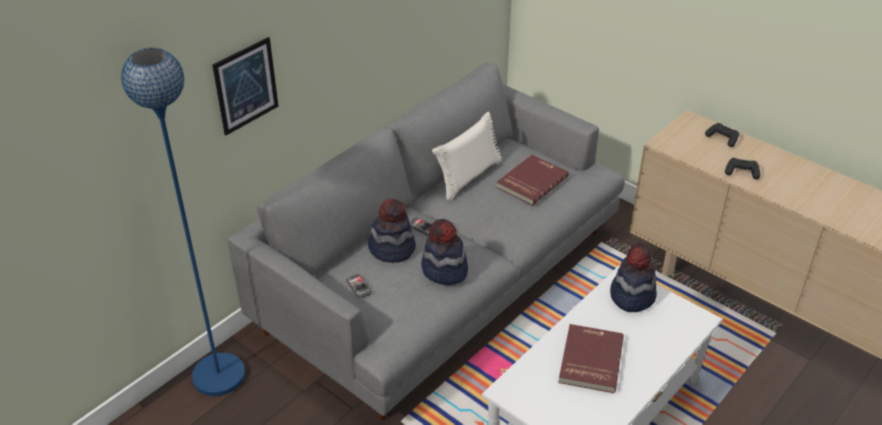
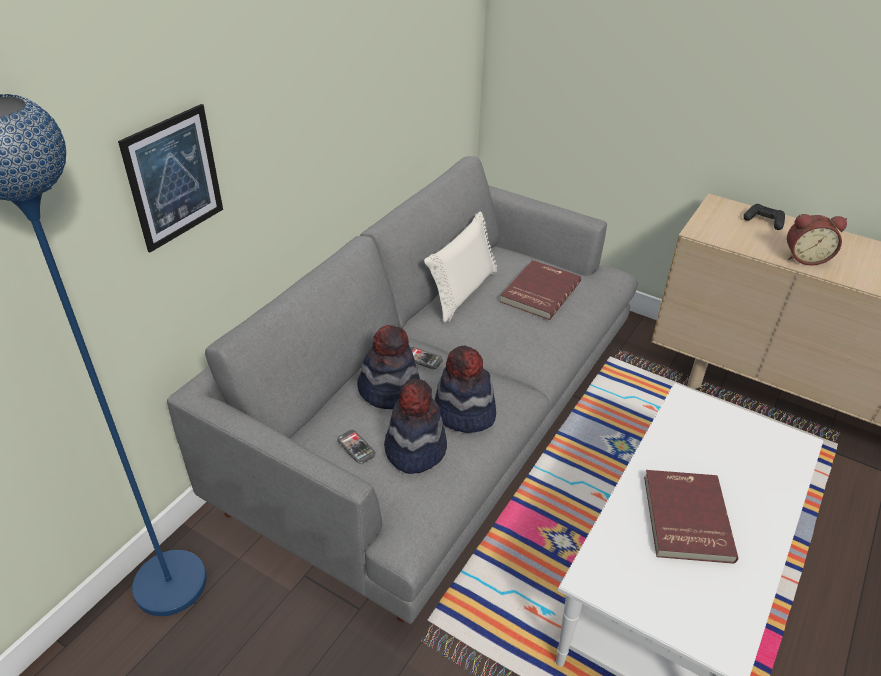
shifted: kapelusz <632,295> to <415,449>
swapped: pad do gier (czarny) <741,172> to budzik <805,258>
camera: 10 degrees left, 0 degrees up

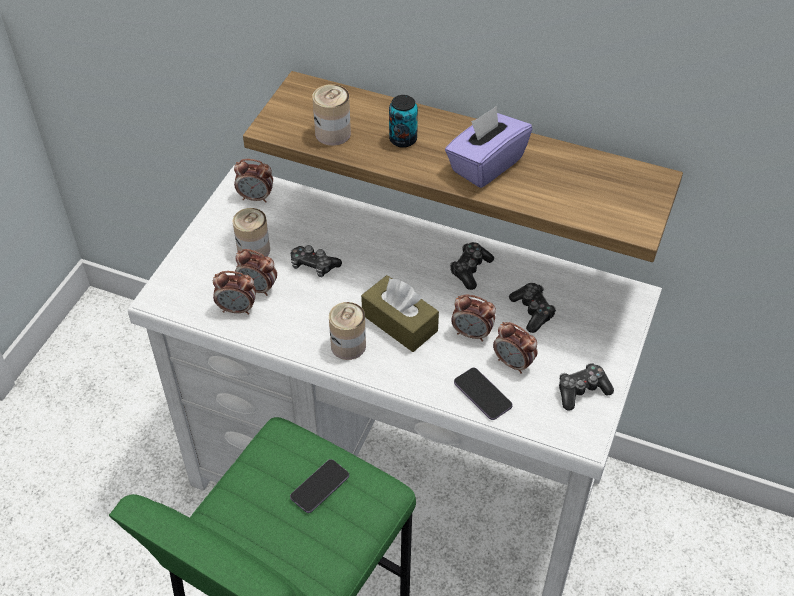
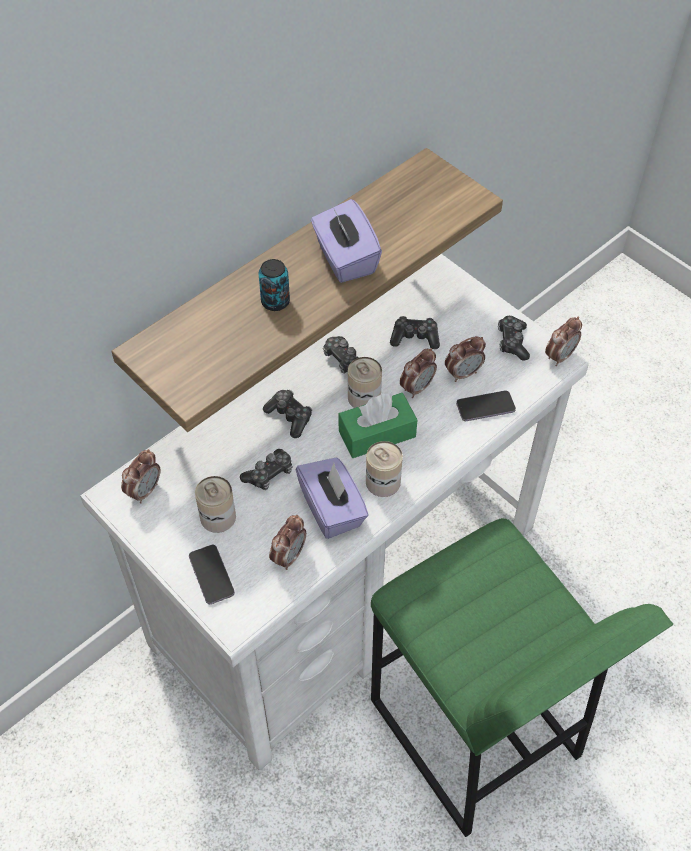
new: pad do gier <289,417>; pudełko chusteczek (fioletowy) <332,509>
shifted: budzik <258,288> to <559,356>; telefon <320,487> to <211,575>; puszka <333,133> to <364,397>
repainted: pudełko chusteczek (brązowy) <399,323> to pudełko chusteczek (zielony) <377,434>
camera: 65 degrees left, 5 degrees up

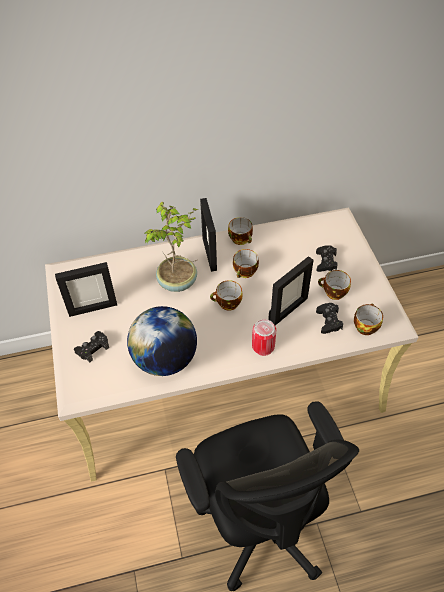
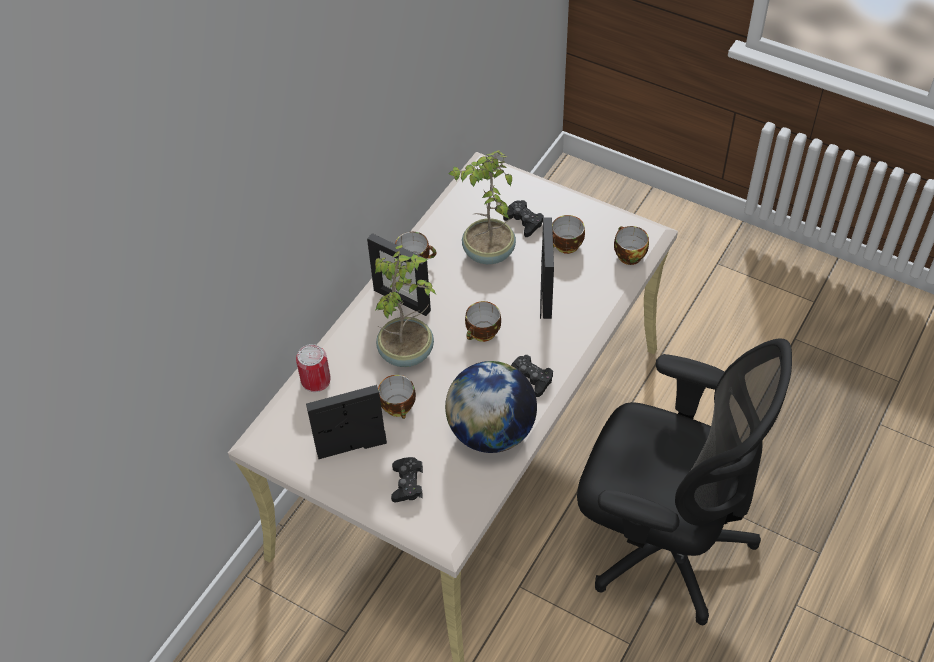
new: roślina doniczkowa <487,253>
shifted: filiżanka <245,272> to <399,407>; puszka <263,346> to <315,380>; pad do gier (czarny) <328,321> to <530,378>
rotated: ramka na zdjęcie <92,307> = <351,447> 135 degrees counterclockwise
camera: 45 degrees left, 0 degrees up

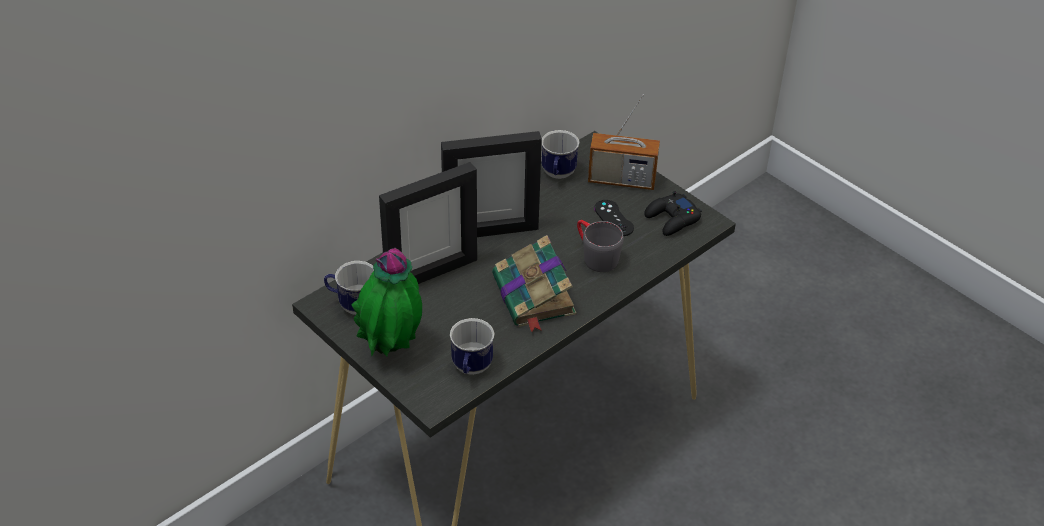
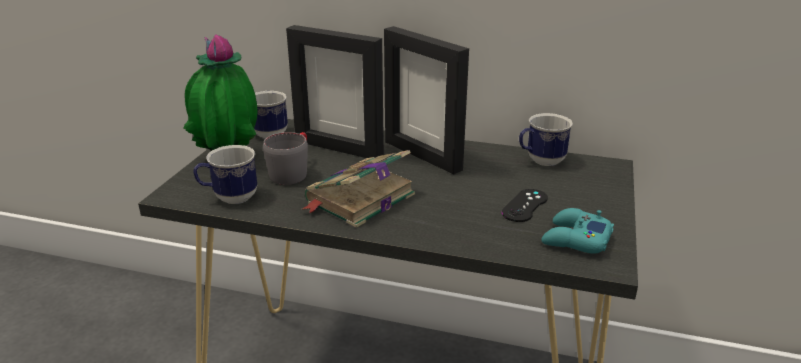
gone: radio <621,180>
shifted: kubek (szary) <595,256> to <292,172>
repainted: pad do gier (czarny) <672,219> to pad do gier (turkusowy) <575,239>
camera: 60 degrees right, 15 degrees down

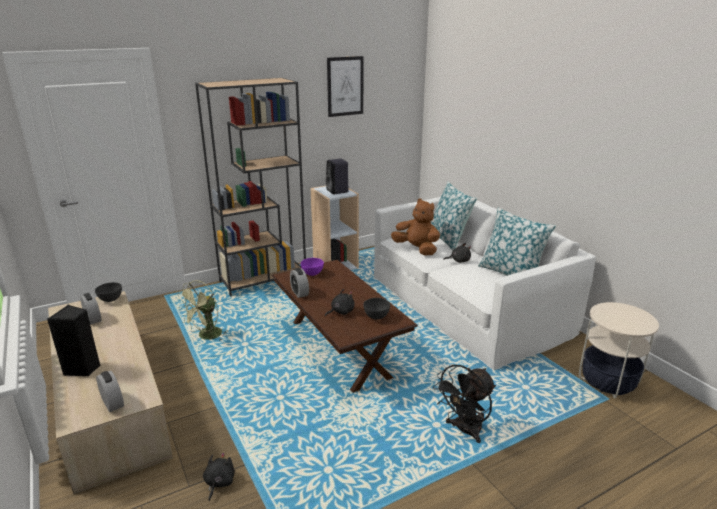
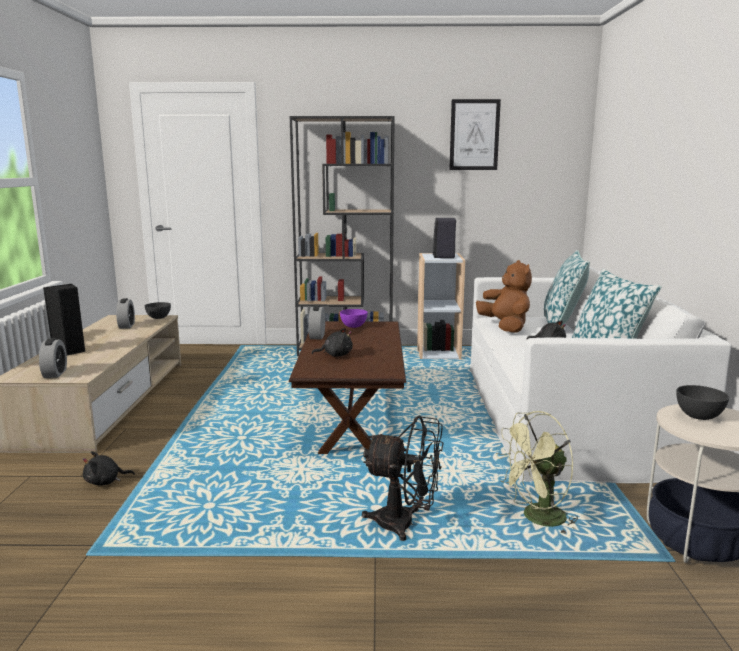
shifted: wentylator (zielony) <206,336> to <537,519>; miska (szary) <376,316> to <699,416>
rotated: pluszak (czarny) <219,483> = <105,482> 150 degrees counterclockwise; wentylator (czarny) <464,431> = <405,524> 150 degrees counterclockwise
camera: 30 degrees right, 10 degrees down

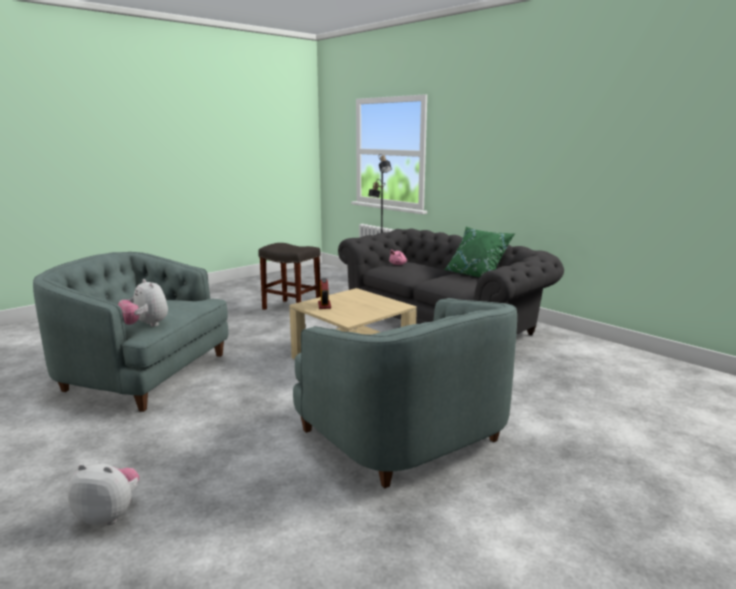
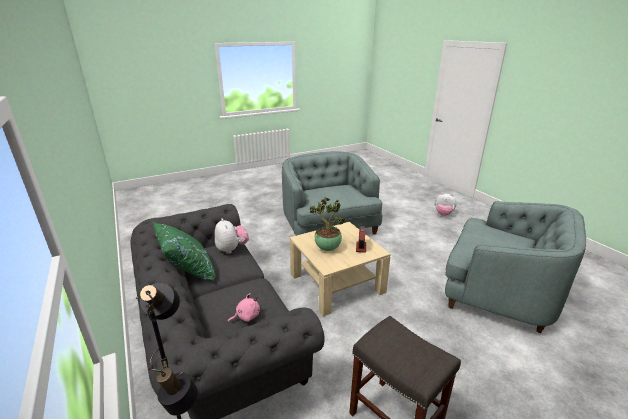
new: roślina doniczkowa <327,248>
shifted: pluszak <146,325> to <232,249>
camera: 165 degrees left, 10 degrees up

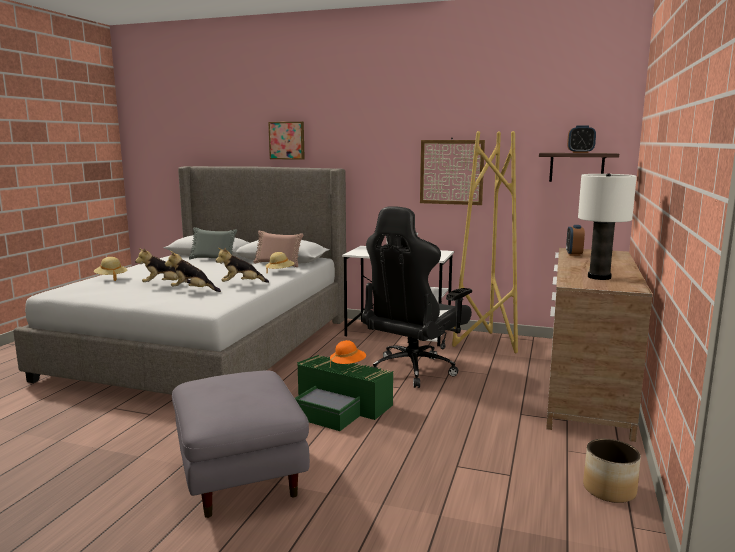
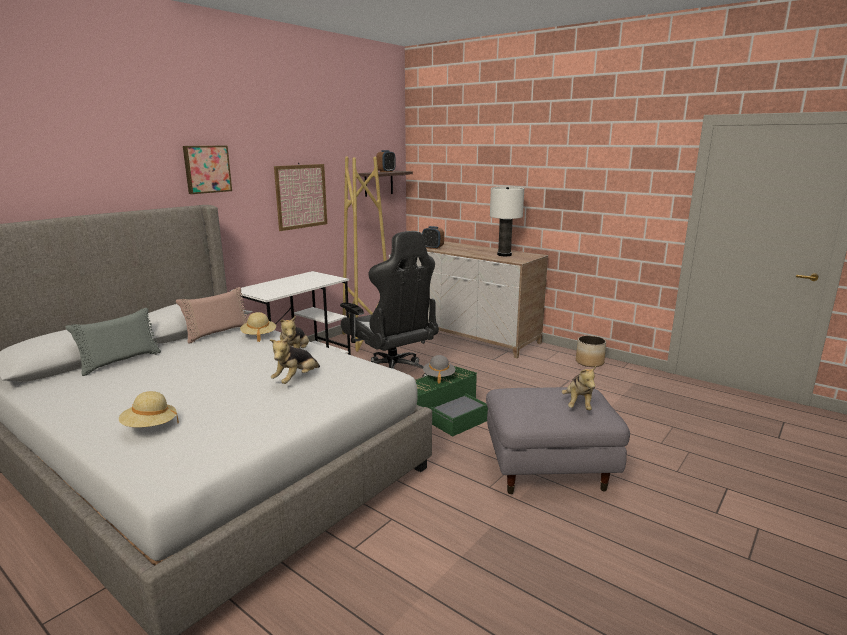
shifted: pluszak <163,285> to <578,405>; obraz <287,140> to <206,169>
repainted: kapelusz (pomarańczowy) <348,365> to kapelusz (szary) <438,376>
camera: 70 degrees left, 5 degrees up

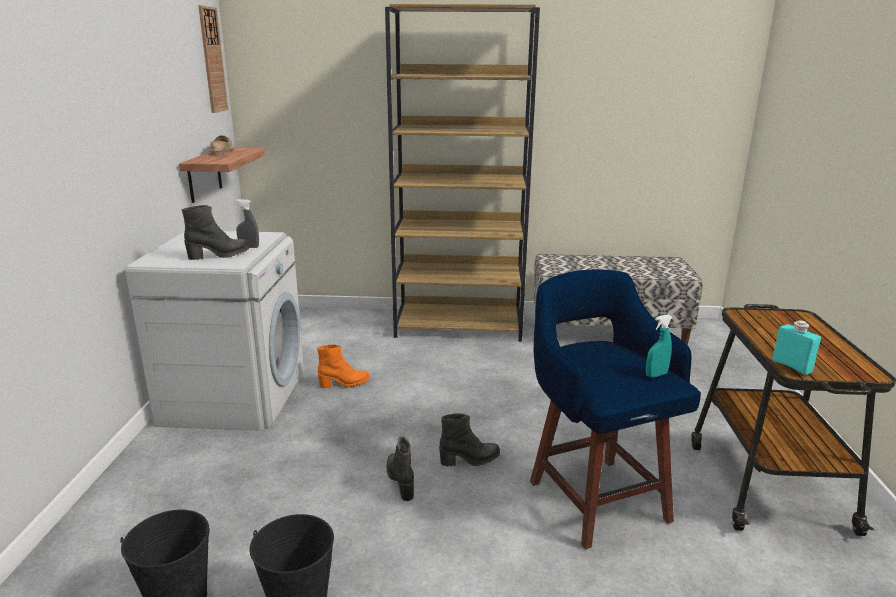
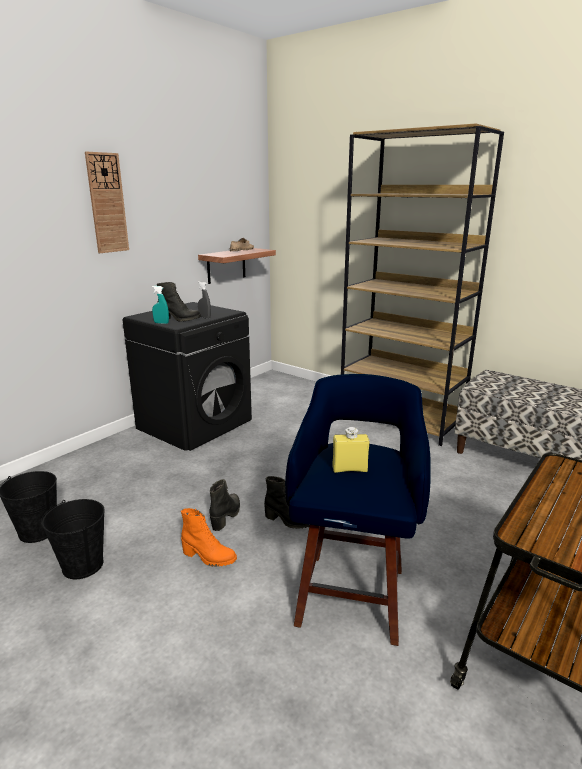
gone: butelka (turkusowy) <791,366>
new: butelka (żółty) <349,469>
shifted: zegar ścienny <212,60> to <107,203>; but z cholewką (pomarańczowy) <344,384> to <208,557>; spryskiwacz (turkusowy) <656,375> to <161,323>
repainted: pralka (biały) <238,395> to pralka (czarny) <197,424>
camera: 35 degrees right, 0 degrees up

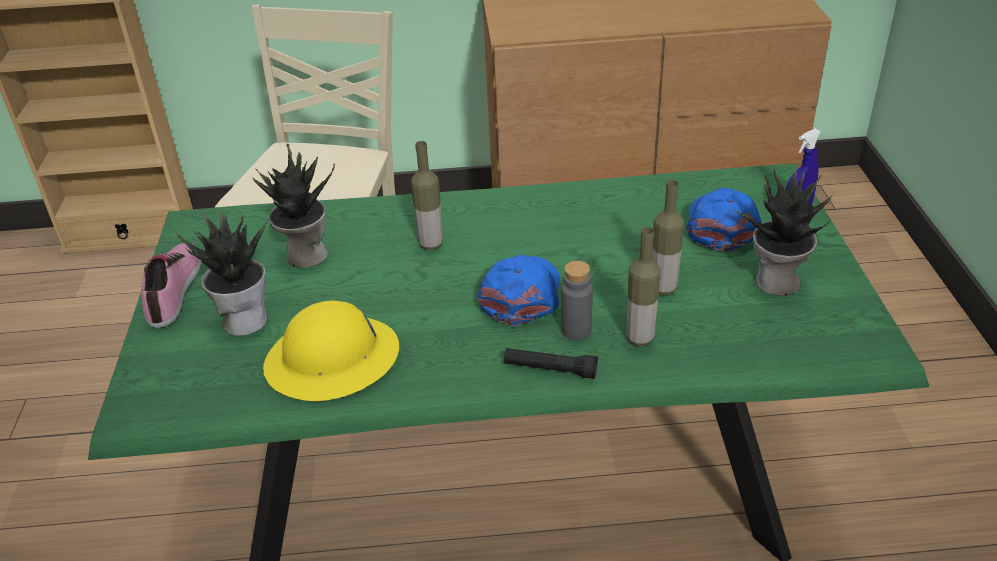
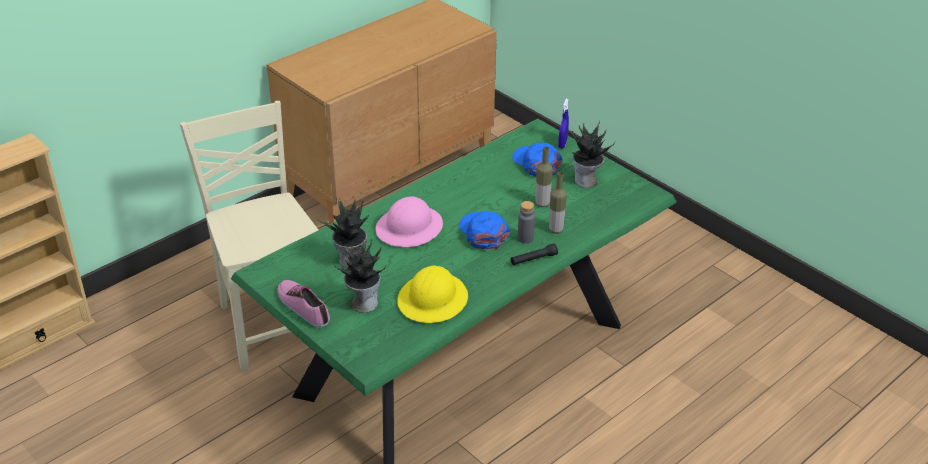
swapped: butelka <431,244> to kask (różowy) <409,228>
camera: 40 degrees left, 0 degrees up

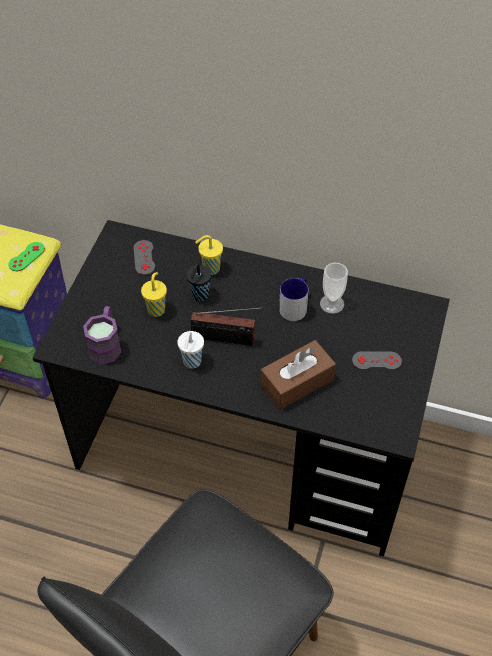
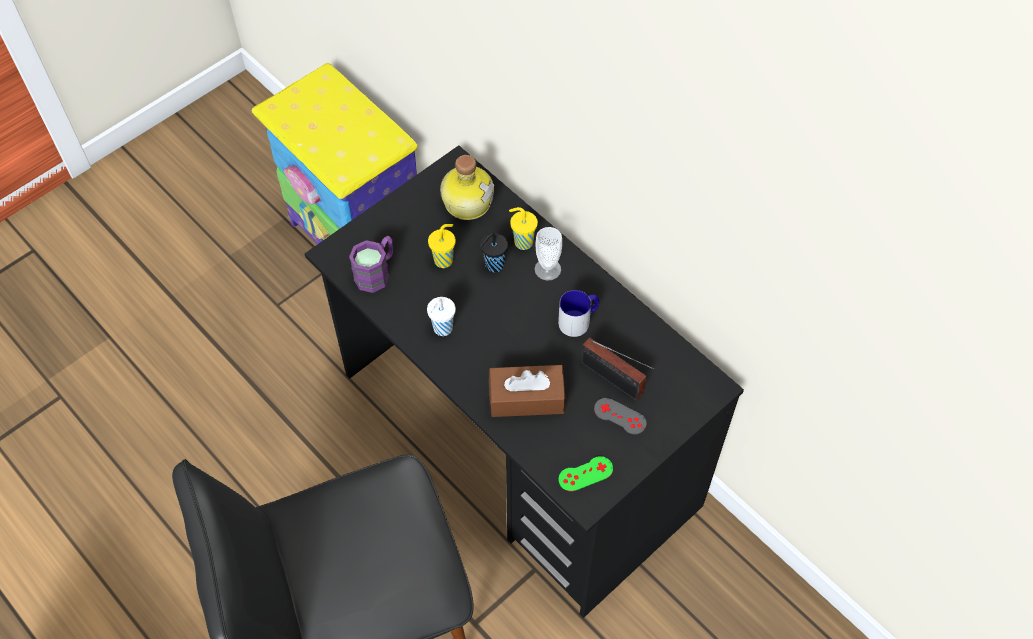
shifted: pad do gier (zielony) <26,257> to <585,474>; radio <227,340> to <614,380>; filiżanka <332,304> to <547,269>
swapped: pad do gier (szary) <144,257> to butelka <467,201>
camera: 30 degrees right, 5 degrees up

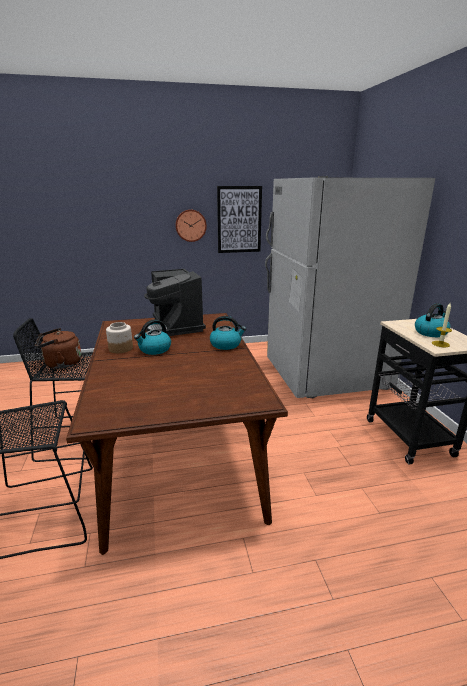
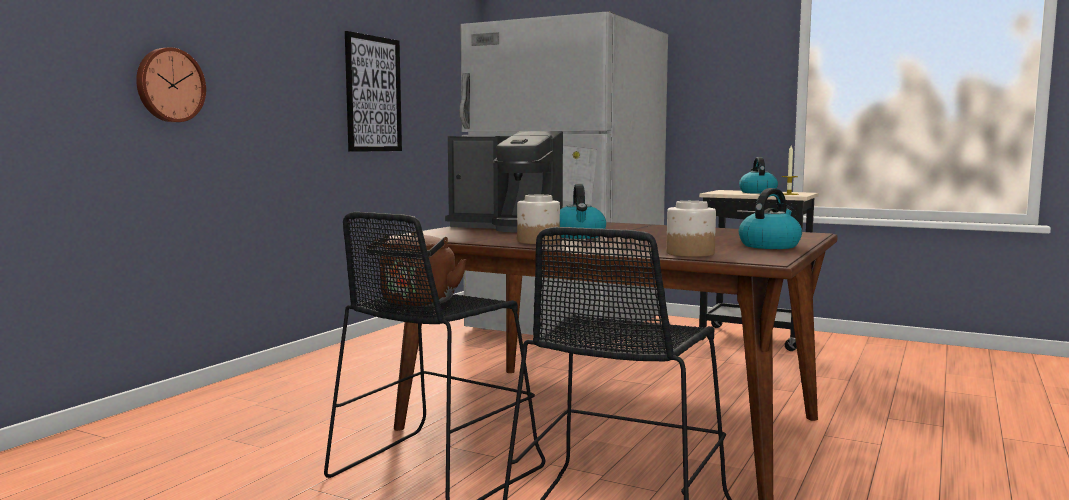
new: słoik <689,253>
shifted: zegar ścienny <190,225> to <169,85>; czajnik <226,344> to <769,246>
camera: 50 degrees left, 15 degrees down

